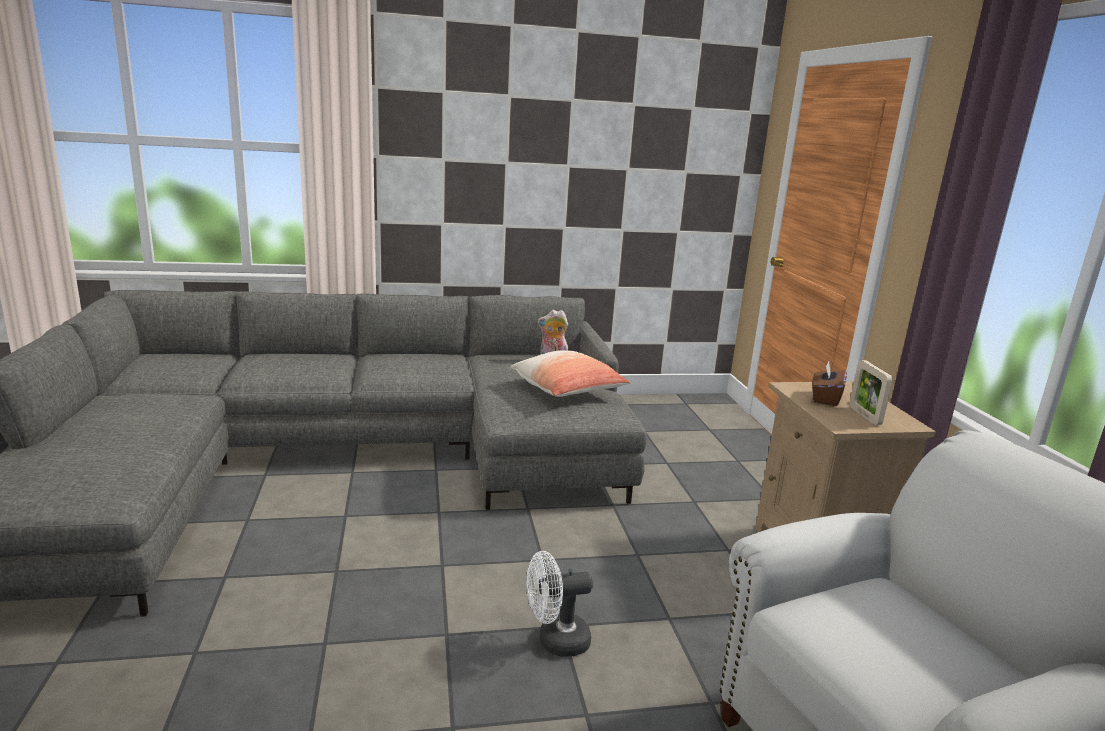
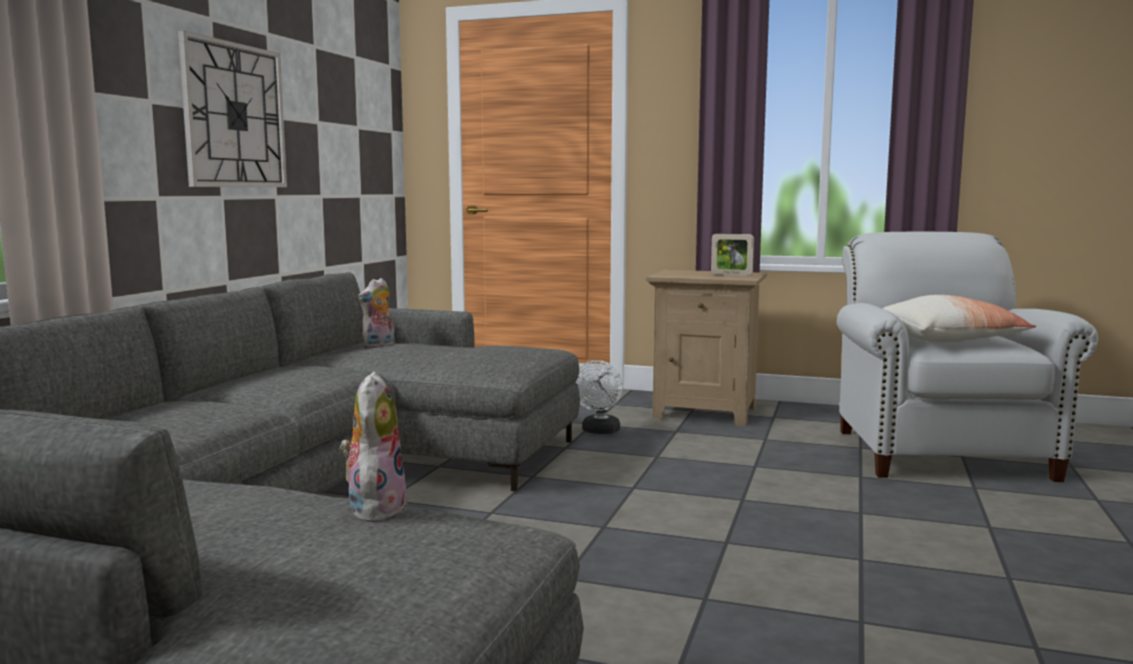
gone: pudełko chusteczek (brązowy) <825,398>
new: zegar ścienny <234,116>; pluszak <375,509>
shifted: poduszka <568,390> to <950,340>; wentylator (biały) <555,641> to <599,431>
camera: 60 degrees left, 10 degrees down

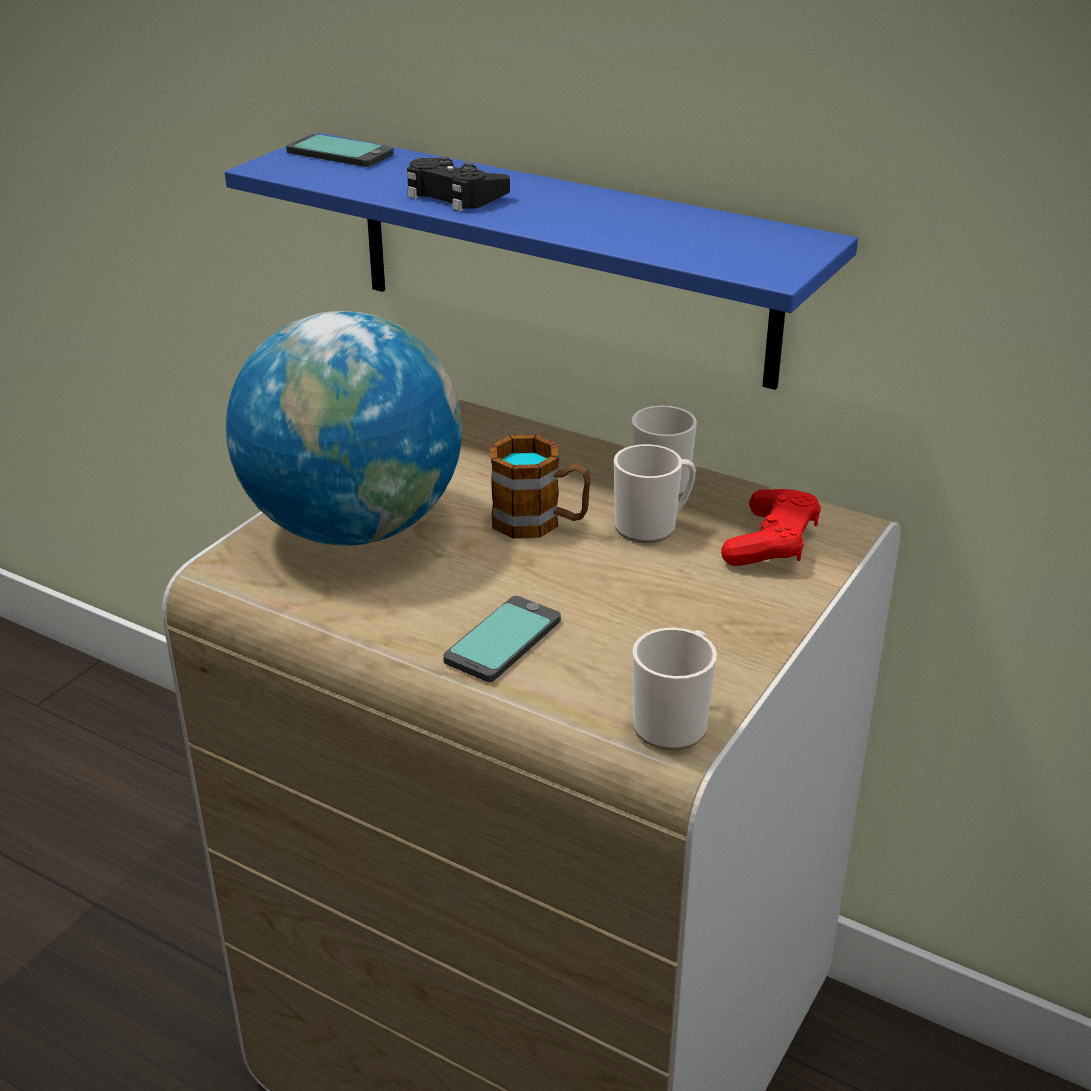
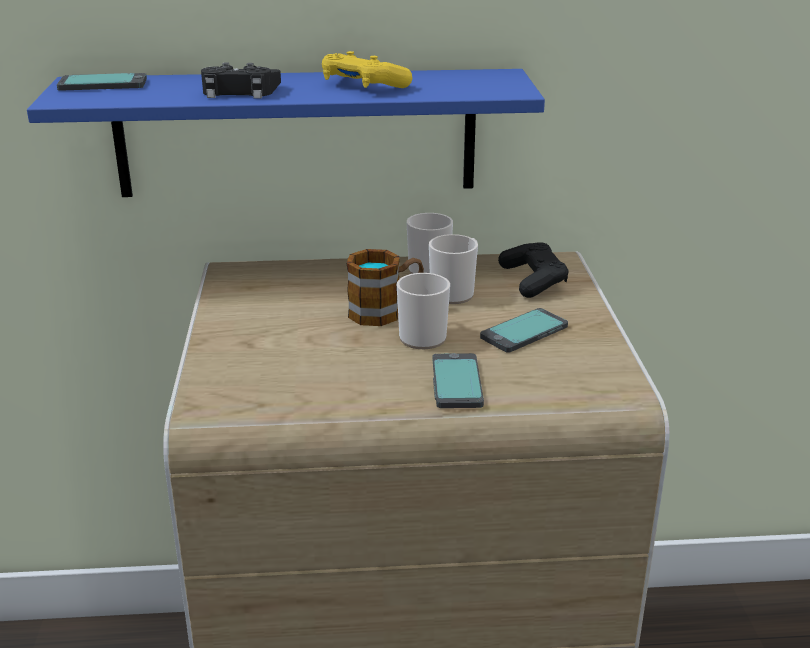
gone: globus <354,527>
new: pad do gier (żółty) <363,85>; telefon <524,332>
shifted: kubek <674,722> to <422,335>
repainted: pad do gier (czerwony) <771,543> to pad do gier (czarny) <533,280>
camera: 35 degrees left, 5 degrees down

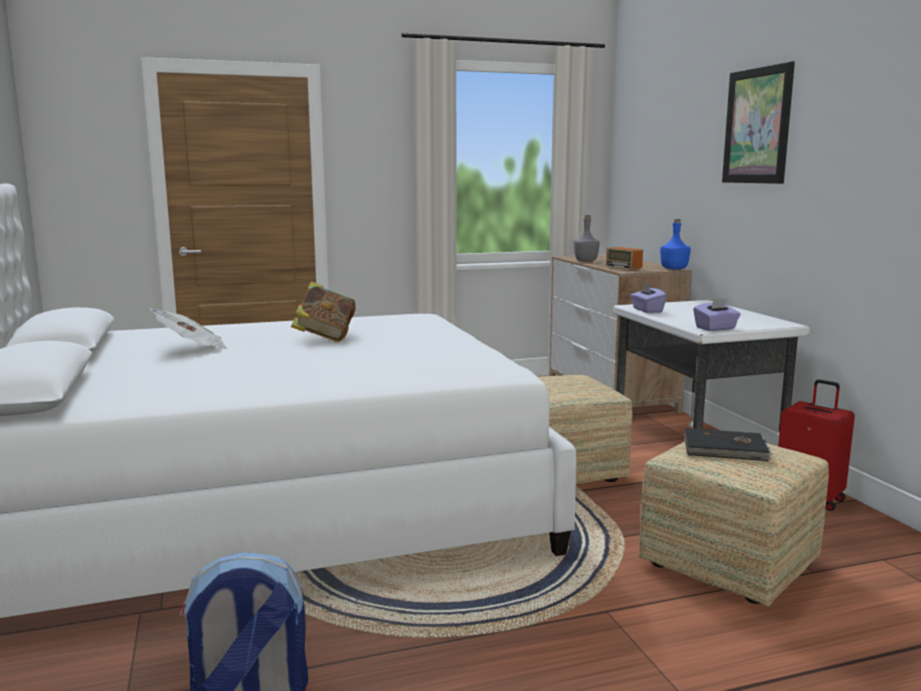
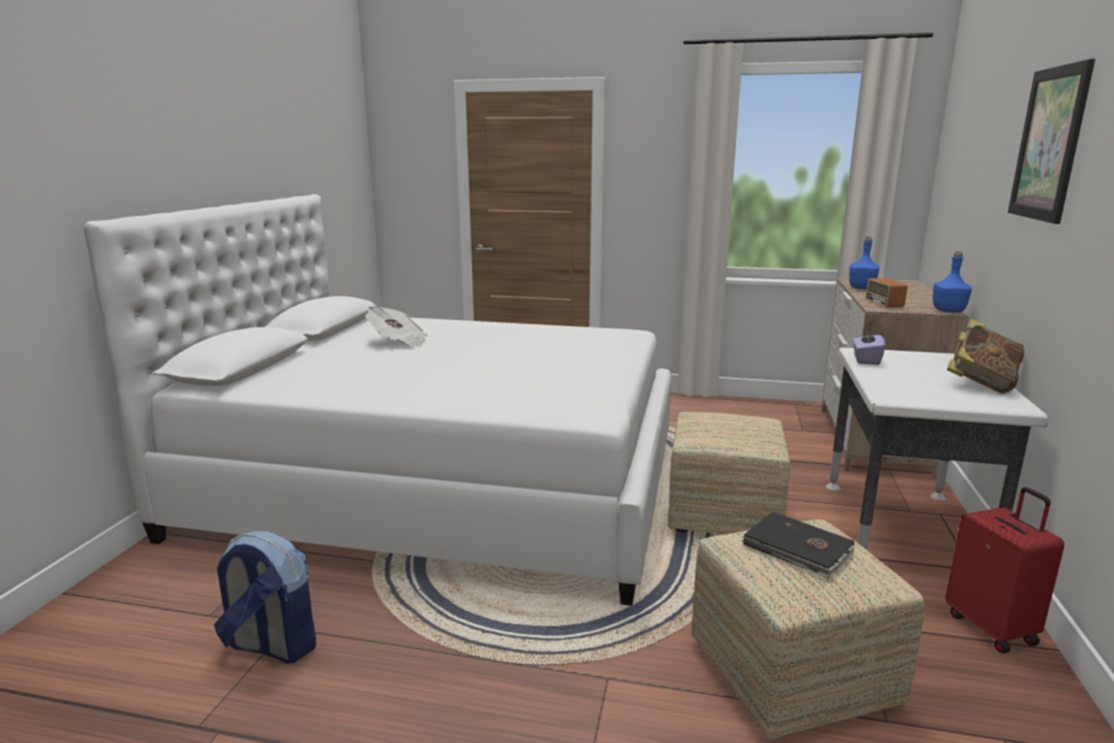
gone: pudełko chusteczek (fioletowy) <716,328>
shifted: książka <325,337> to <980,383>
repainted: butelka (szary) <586,261> to butelka (niebieski) <861,288>
camera: 30 degrees right, 5 degrees up

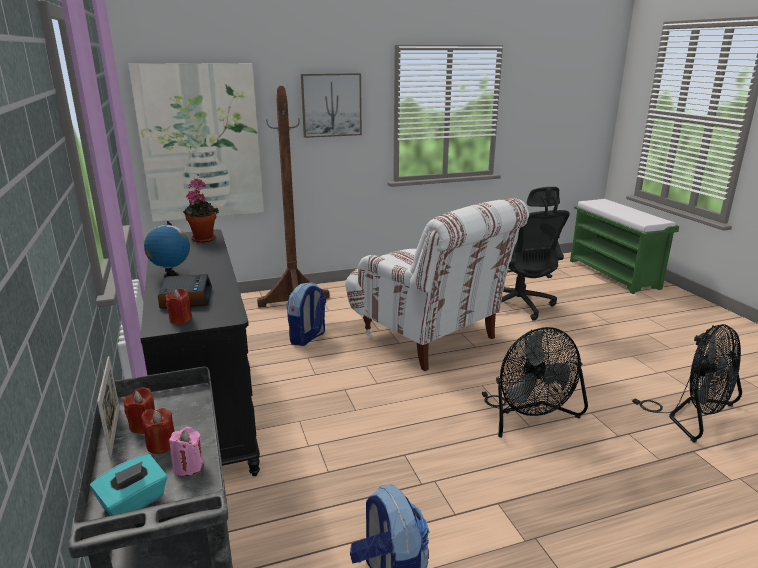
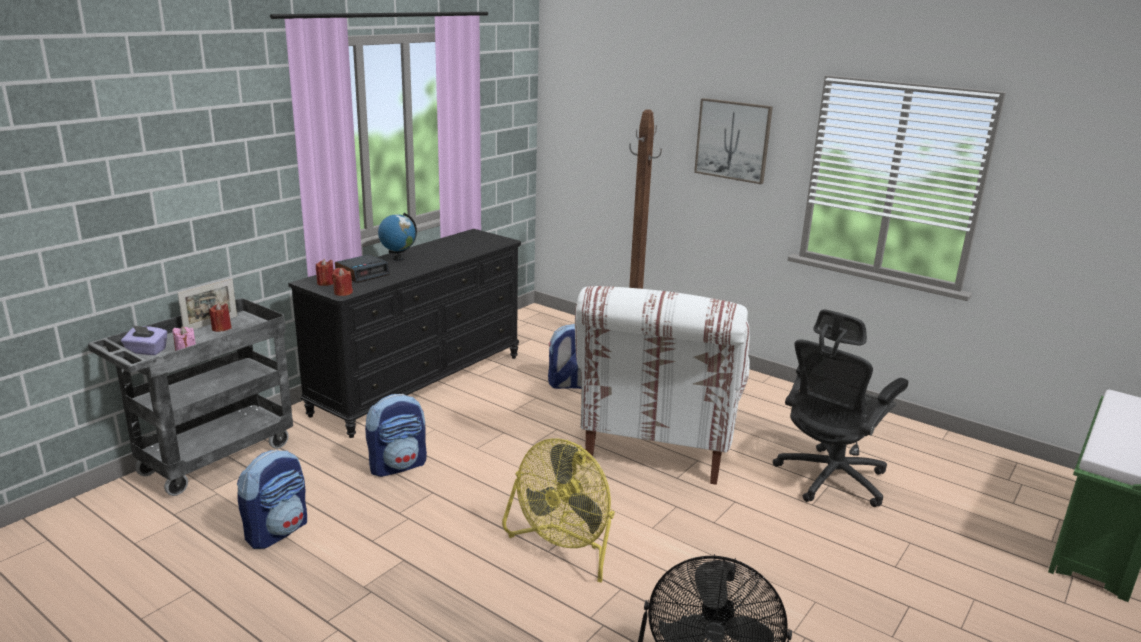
gone: obraz <201,143>; roślina doniczkowa <203,238>
new: plecak <398,465>
shifted: świeca (czerwony) <161,445> to <343,293>
repainted: pudełko chusteczek (turkusowy) <134,502> to pudełko chusteczek (fioletowy) <146,351>; wentylator (czarny) <526,416> to wentylator (żółty) <564,545>
camera: 55 degrees right, 0 degrees up

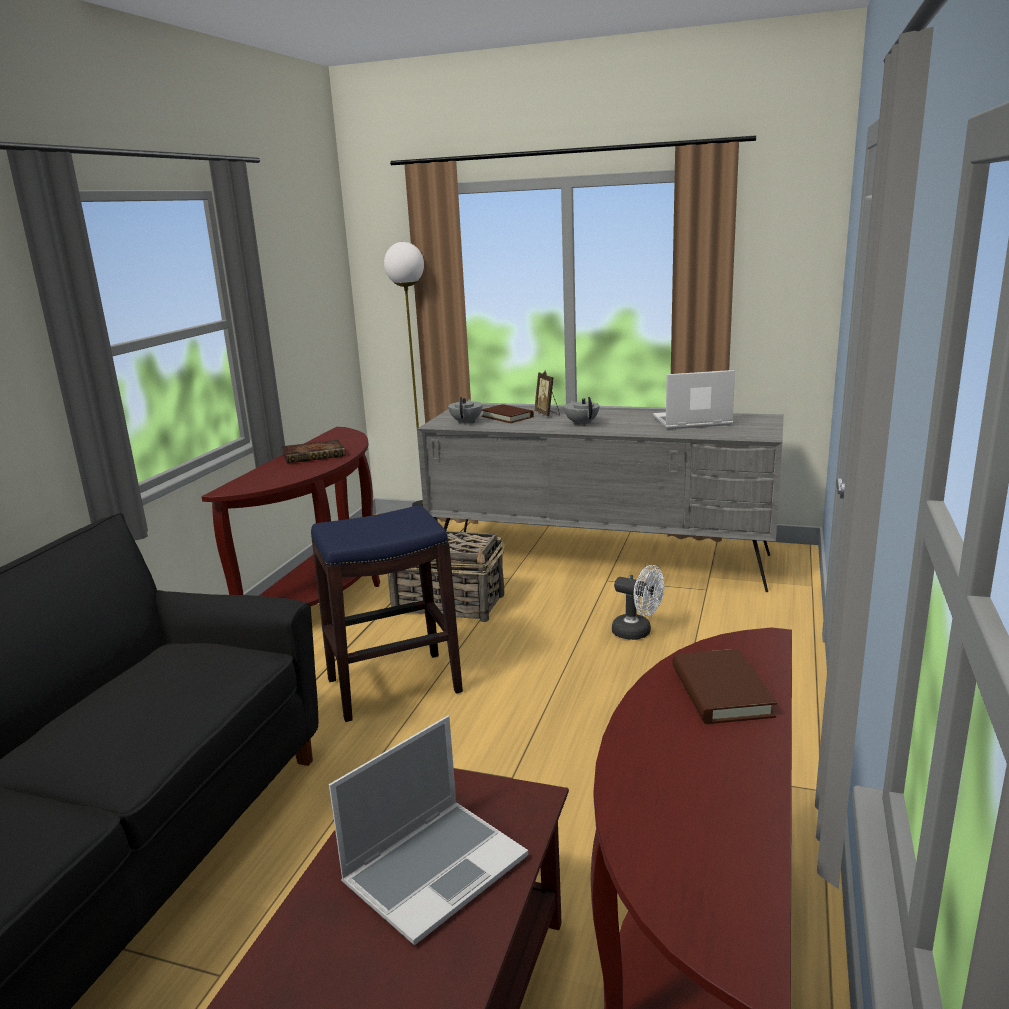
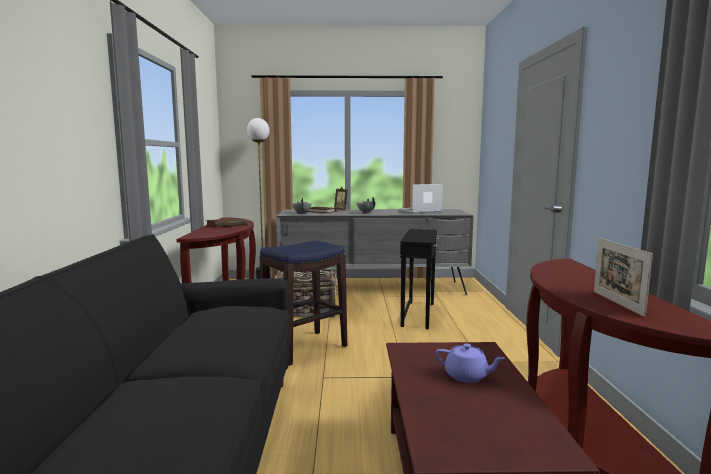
gone: książka (brązowy) <721,691>
new: ramka na zdjęcie <617,303>
swapped: laptop <435,868> to imbryk (fioletowy) <467,376>; wentylator (biały) <637,632> to stolik (czarny) <418,314>
camera: 20 degrees left, 10 degrees down

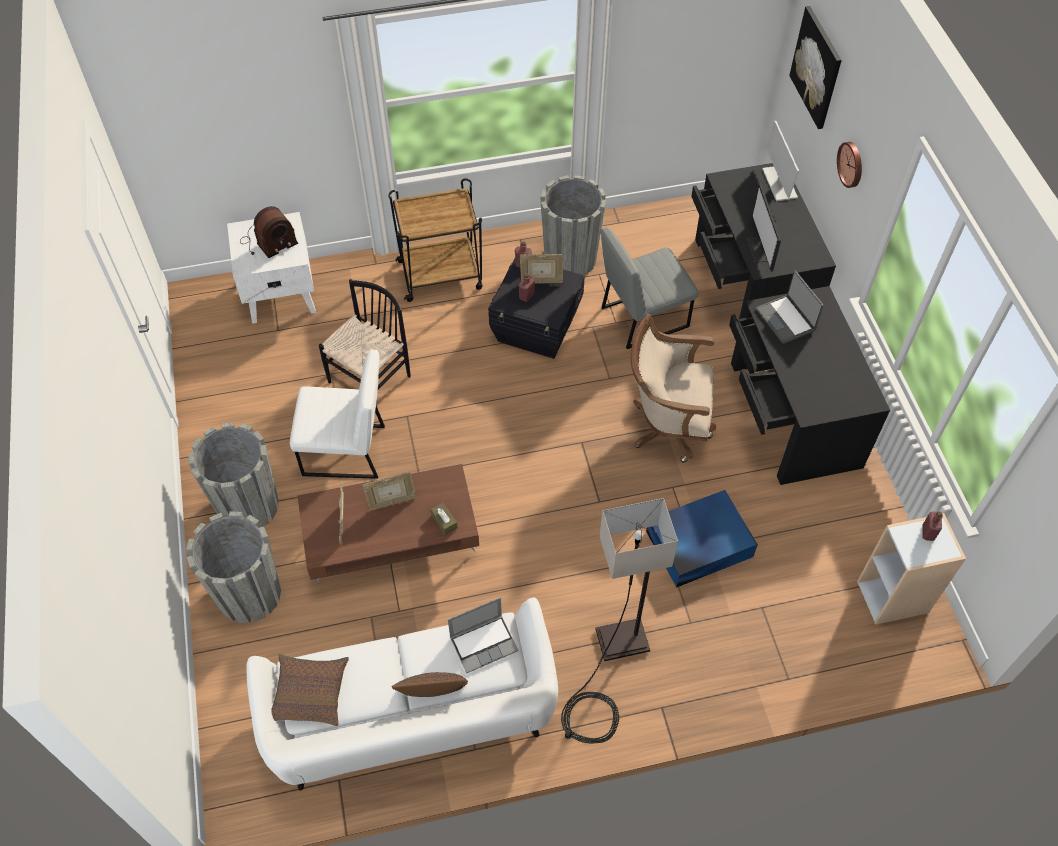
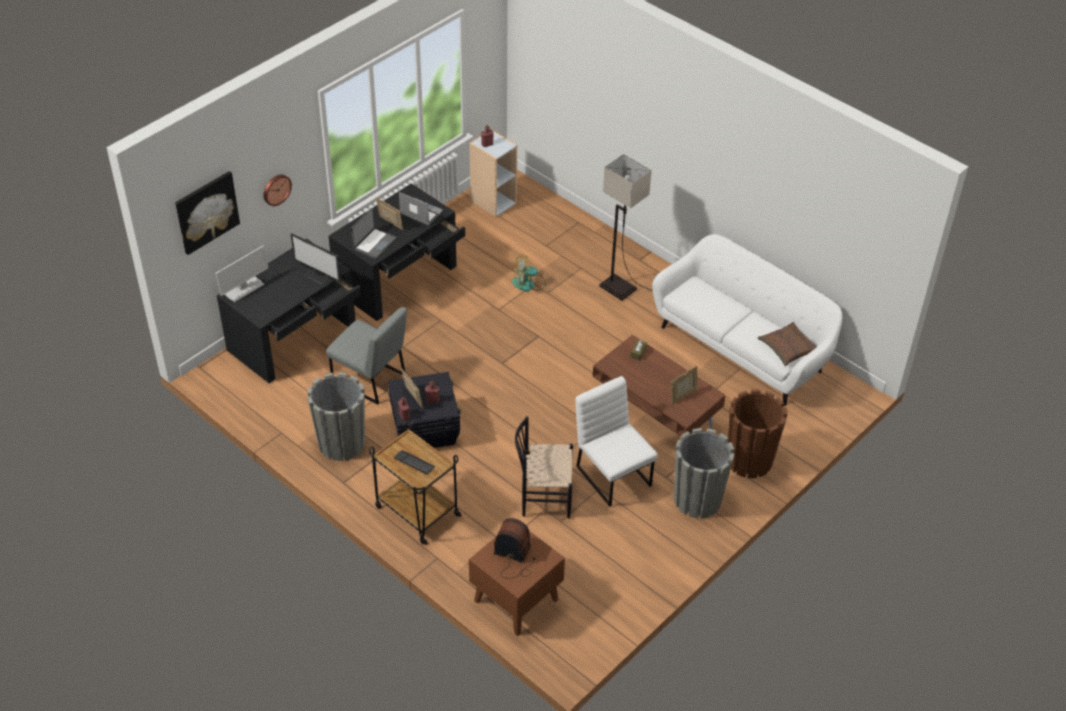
gone: poduszka (brązowy) <433,695>; krzesło biurowe <666,429>
new: klawiatura <414,463>
shifted: ramka na zdjęcie <392,502> to <390,224>; laptop <484,643> to <420,213>
swapped: pojemnik do przechowywania (niebieski) <697,544> to wentylator <528,284>
repainted: donica (szary) <249,594> to donica (brązowy) <749,460>; szafka nocna (biały) <281,294> to szafka nocna (brązowy) <515,599>
rotated: monitor <761,249> = <318,275> 75 degrees clockwise
camera: 125 degrees left, 10 degrees down

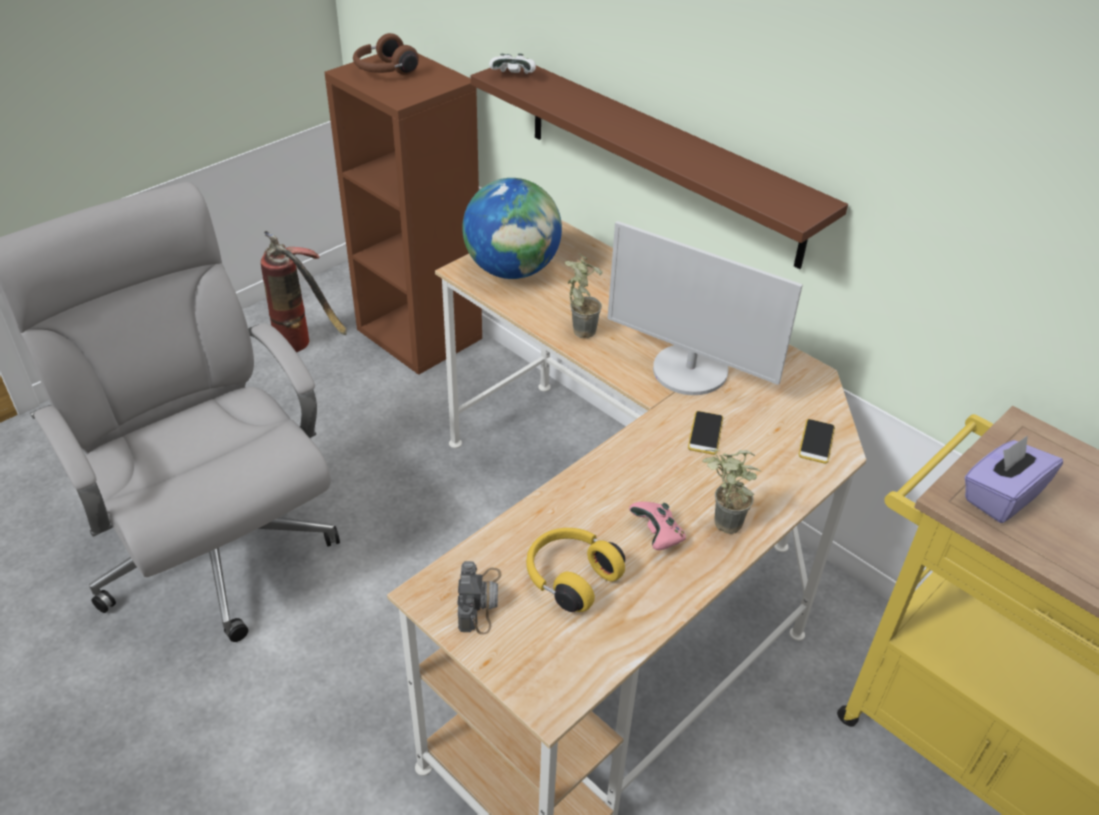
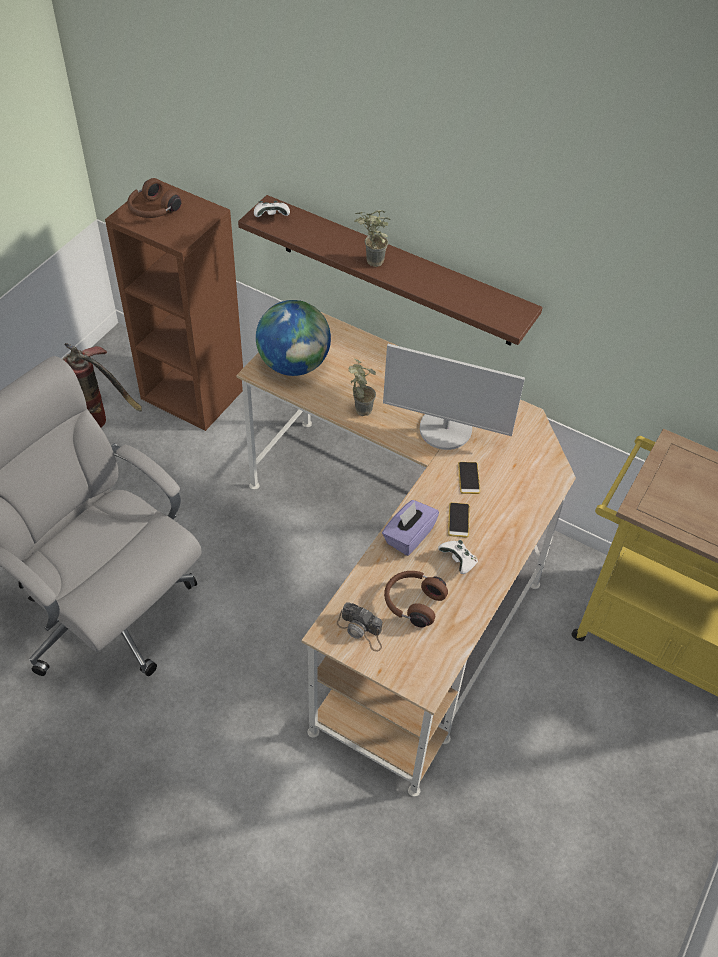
shifted: roślina doniczkowa <719,525> to <370,262>; telefon <816,441> to <458,520>; pudełko chusteczek (fioletowy) <1000,496> to <408,536>
repainted: słuchawki (żółty) <570,577> to słuchawki (brązowy) <412,603>; pad do gier (różowy) <657,535> to pad do gier (biały) <458,561>
rotated: aparat fotograficzny <480,600> = <361,631> 135 degrees clockwise
camera: 15 degrees left, 10 degrees up

